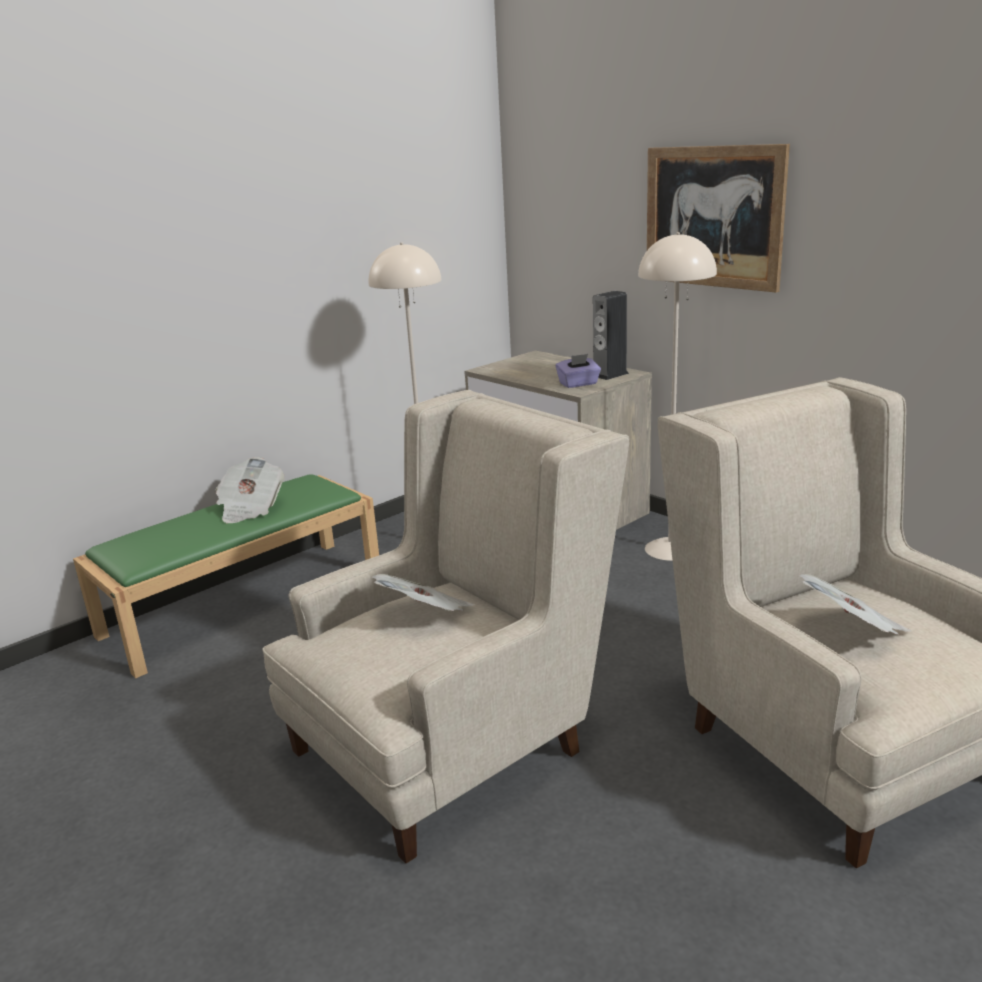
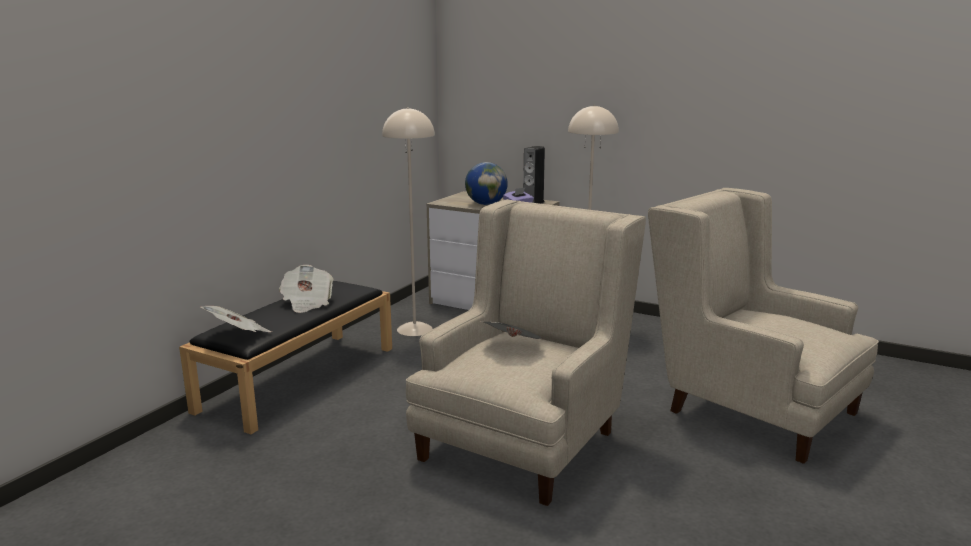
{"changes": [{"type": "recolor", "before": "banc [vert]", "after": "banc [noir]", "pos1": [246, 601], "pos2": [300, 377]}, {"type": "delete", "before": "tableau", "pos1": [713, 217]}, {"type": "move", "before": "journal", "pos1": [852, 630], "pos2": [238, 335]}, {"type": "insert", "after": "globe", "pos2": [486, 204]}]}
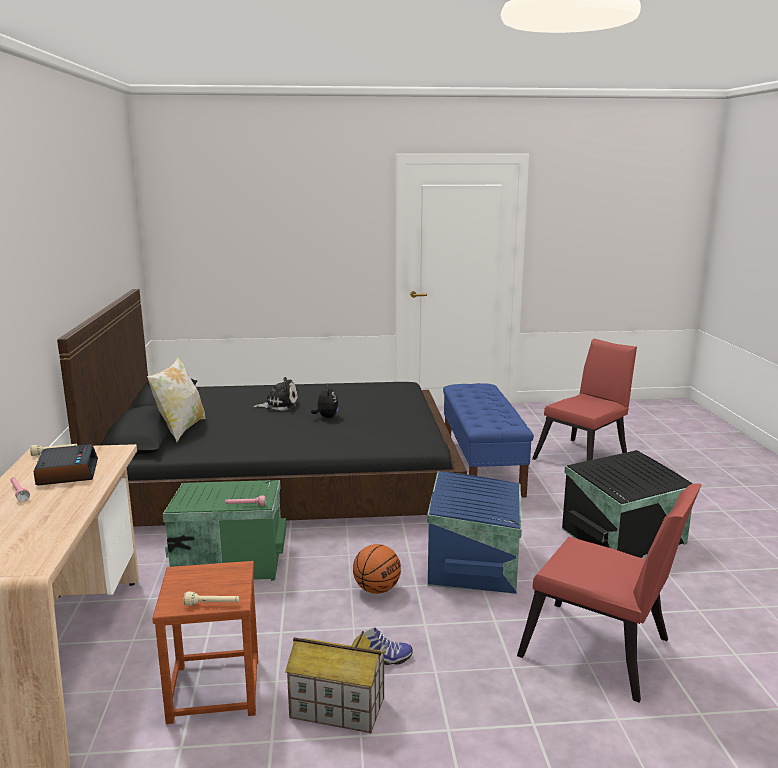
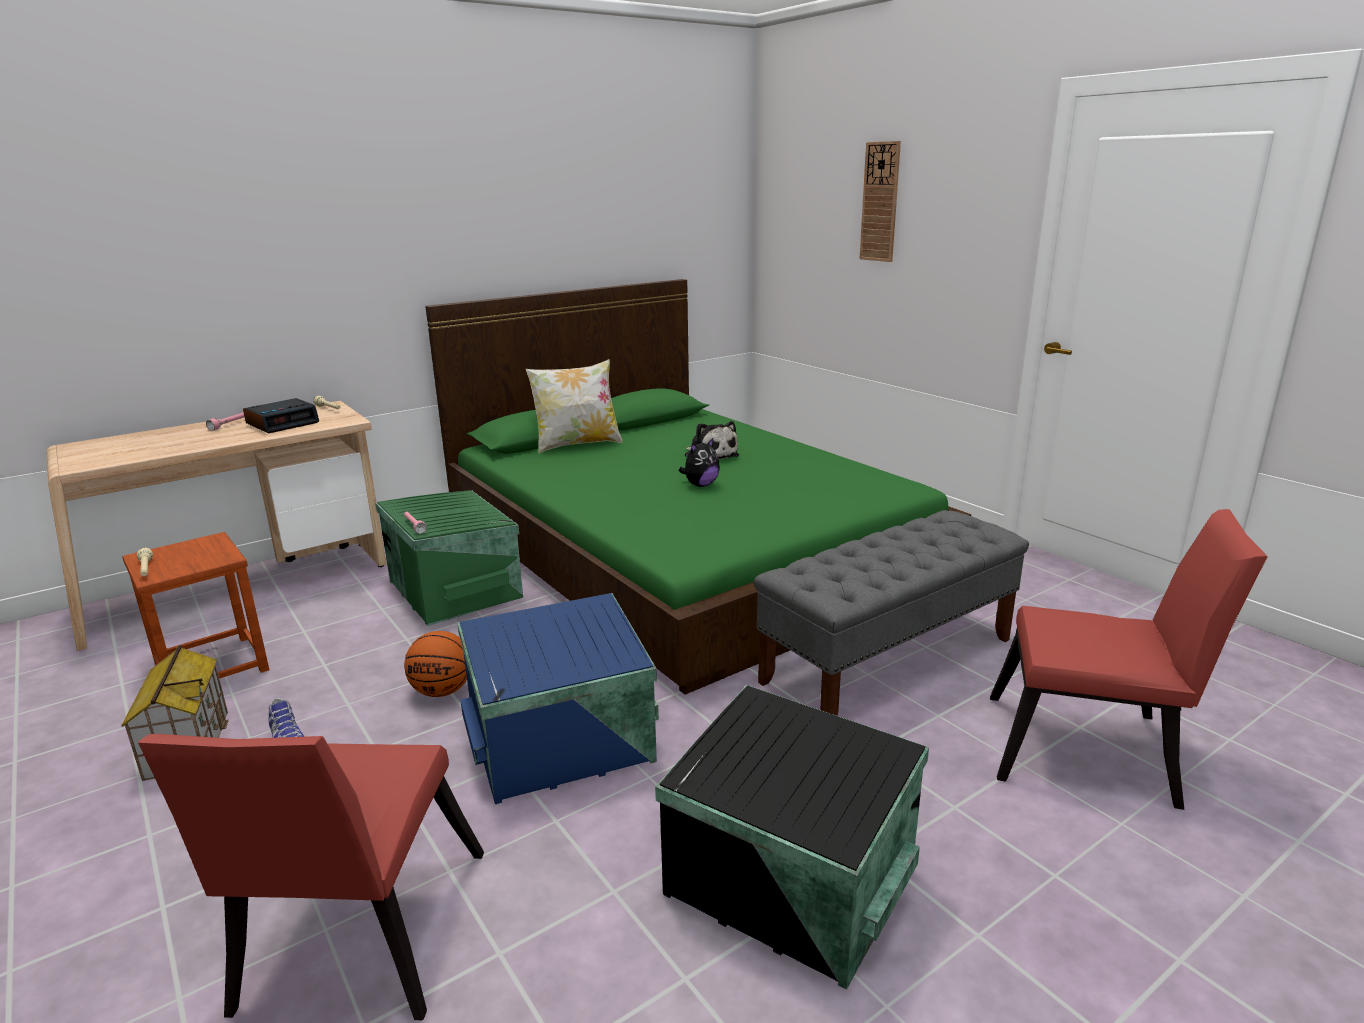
{"changes": [{"type": "recolor", "before": "lit [noir]", "after": "lit [vert]", "pos1": [283, 473], "pos2": [683, 545]}, {"type": "recolor", "before": "banc [bleu]", "after": "banc [gris]", "pos1": [481, 466], "pos2": [888, 660]}, {"type": "insert", "after": "horloge murale", "pos2": [880, 202]}]}
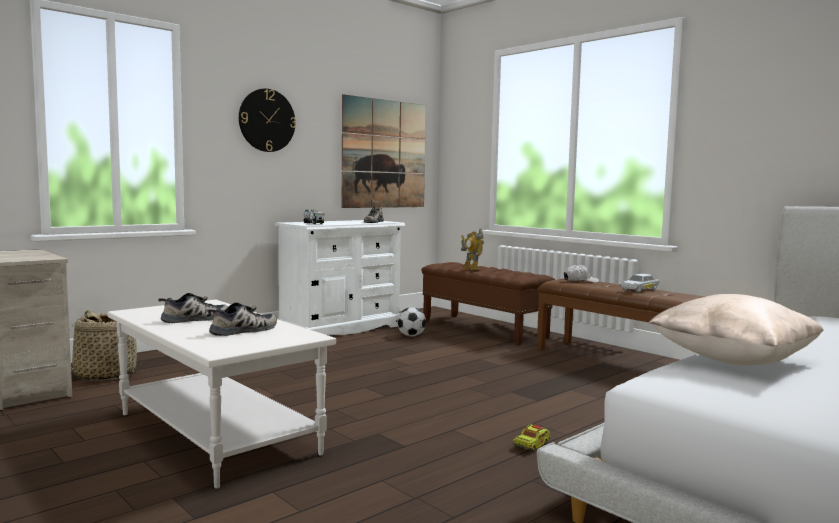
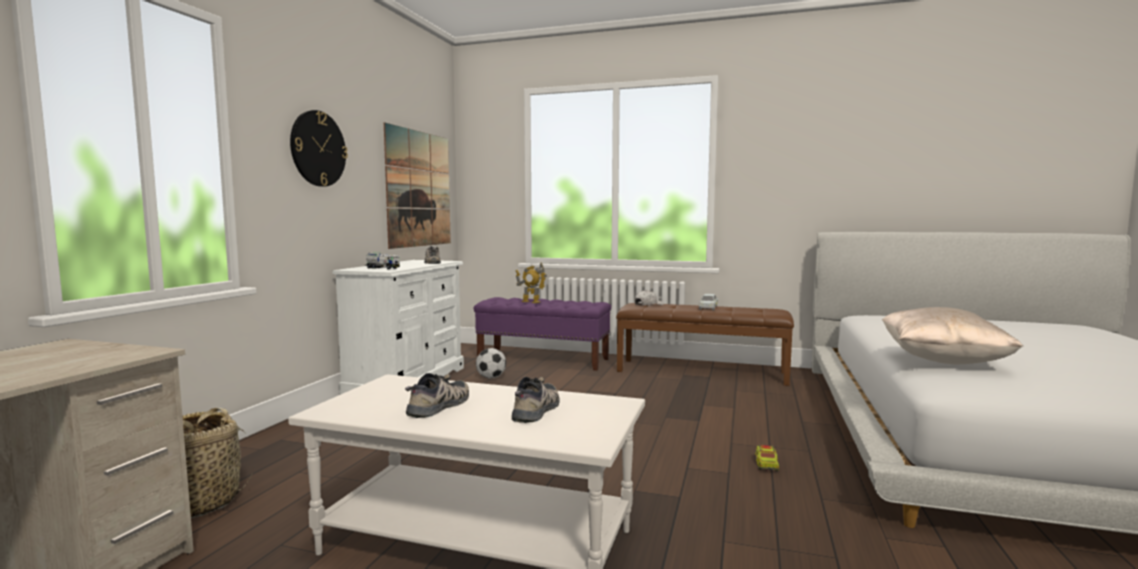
{"changes": [{"type": "recolor", "before": "banc [marron]", "after": "banc [violet]", "pos1": [483, 329], "pos2": [543, 360]}]}
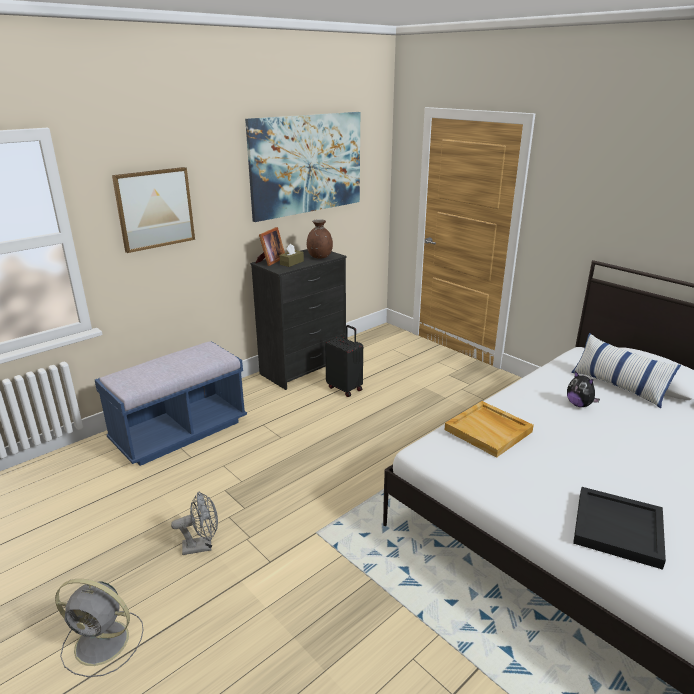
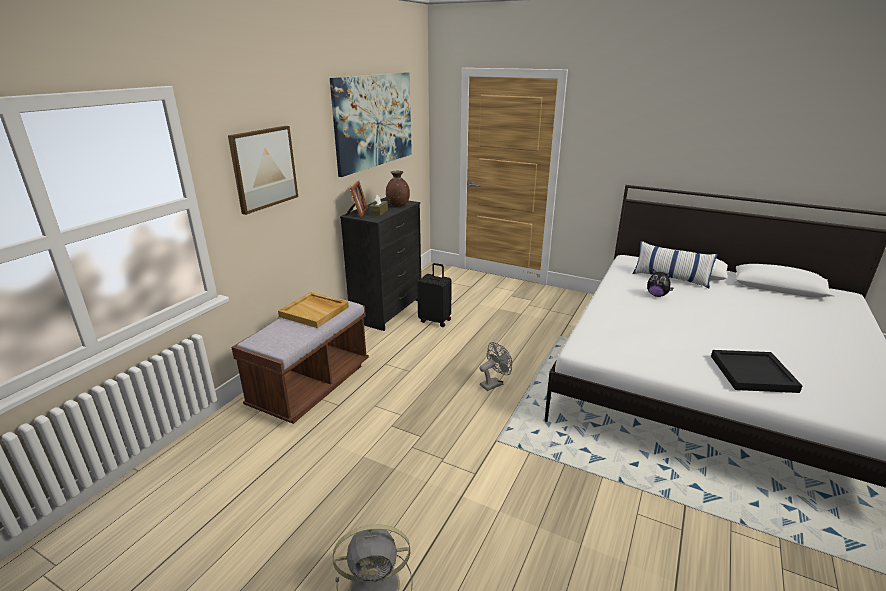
{"changes": [{"type": "recolor", "before": "banc [bleu]", "after": "banc [marron]", "pos1": [180, 432], "pos2": [311, 386]}, {"type": "move", "before": "ventilateur [gris]", "pos1": [202, 546], "pos2": [494, 383]}, {"type": "move", "before": "plateau [beige]", "pos1": [489, 431], "pos2": [315, 312]}]}
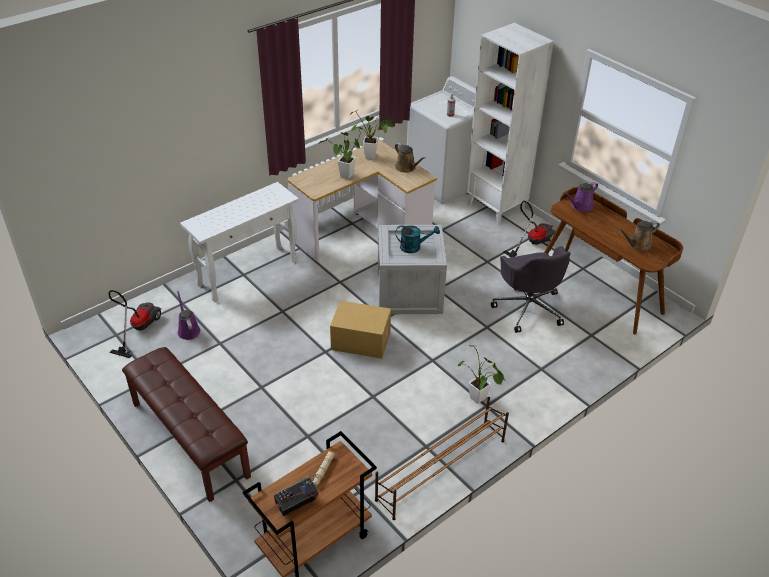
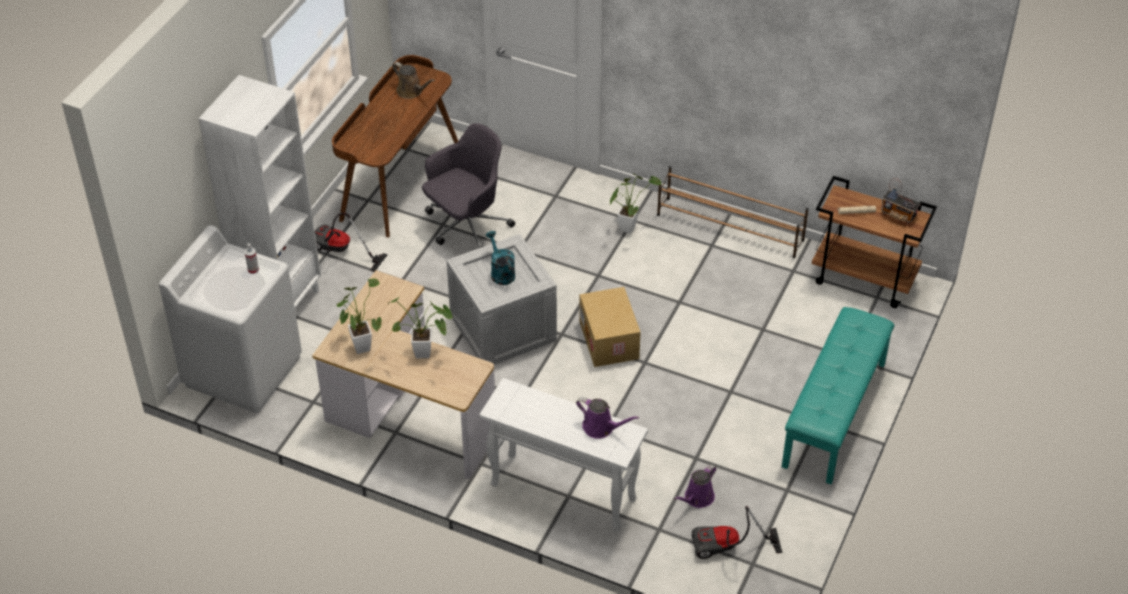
{"changes": [{"type": "recolor", "before": "banc [marron]", "after": "banc [turquoise]", "pos1": [189, 439], "pos2": [835, 415]}, {"type": "delete", "before": "arrosoir [marron]", "pos1": [407, 168]}, {"type": "move", "before": "arrosoir [violet]", "pos1": [580, 206], "pos2": [601, 427]}]}
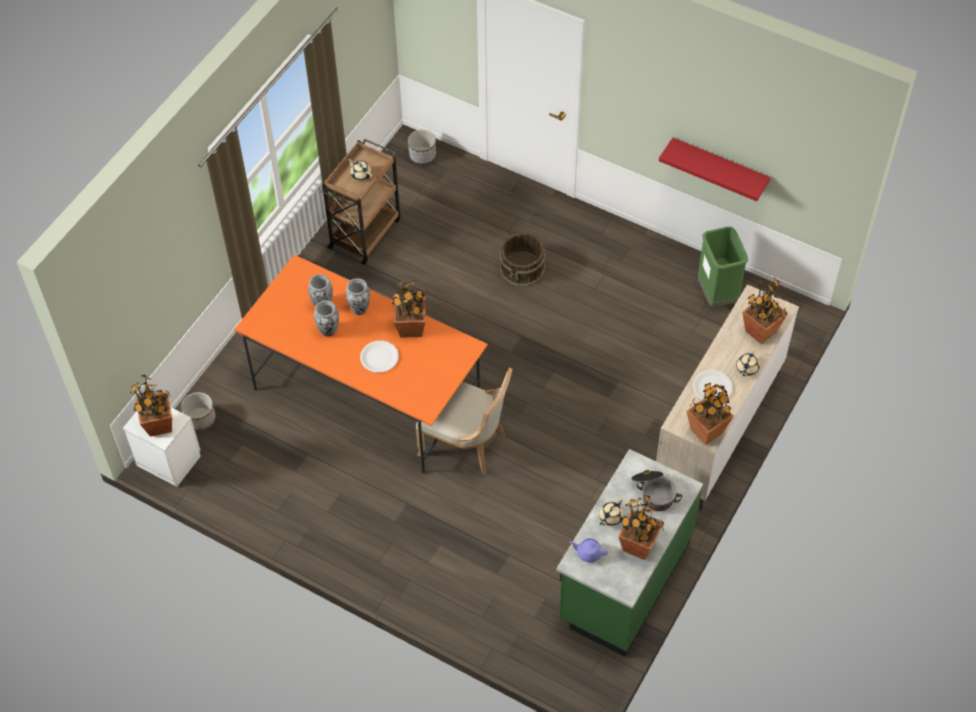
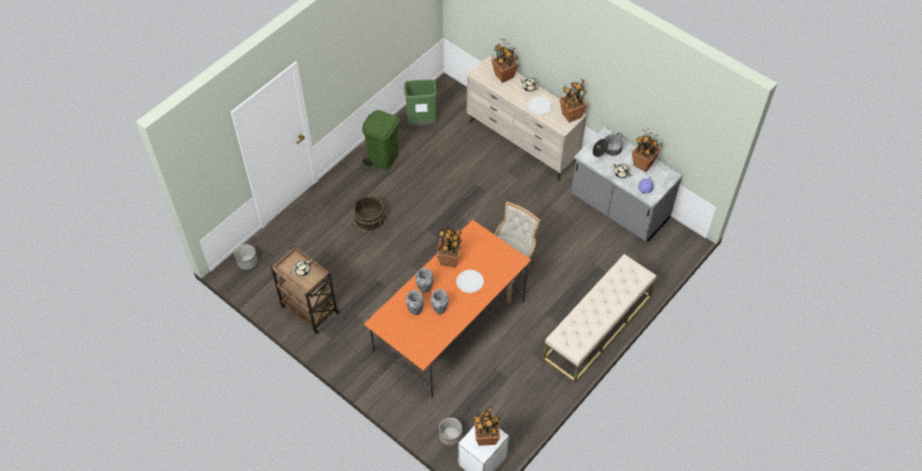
{"changes": [{"type": "recolor", "before": "comptoir de cuisine [vert]", "after": "comptoir de cuisine [gris]", "pos1": [623, 580], "pos2": [619, 208]}, {"type": "delete", "before": "étagère [rouge]", "pos1": [719, 166]}, {"type": "insert", "after": "poubelle [vert]", "pos2": [383, 158]}, {"type": "insert", "after": "banc [beige]", "pos2": [597, 327]}]}
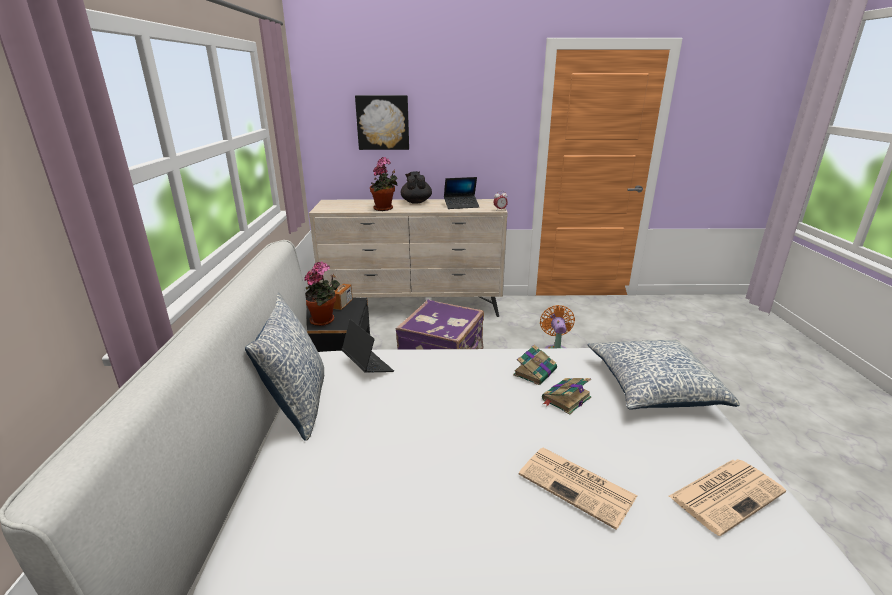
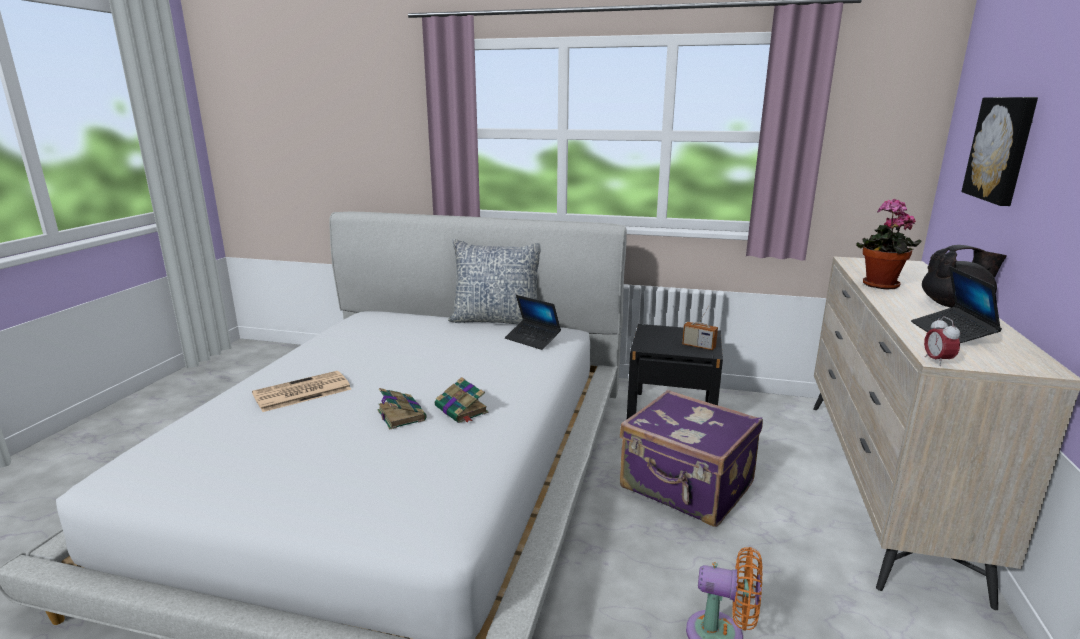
{"changes": [{"type": "delete", "before": "plante en pot", "pos1": [324, 320]}, {"type": "rotate", "before": "ordinateur portable", "pos1": [367, 365], "pos2": [532, 339], "turn": 60}, {"type": "delete", "before": "coussin", "pos1": [652, 386]}, {"type": "delete", "before": "journal", "pos1": [726, 494]}]}
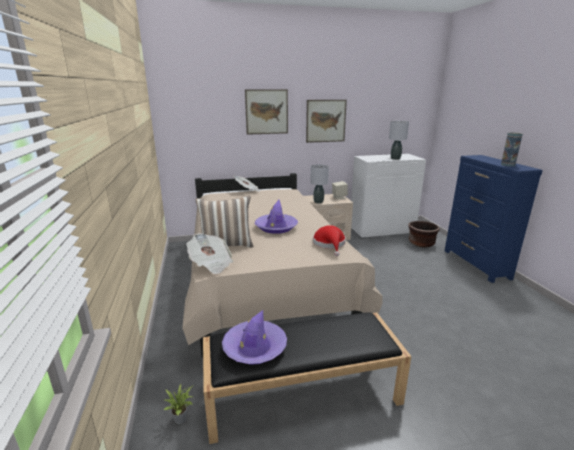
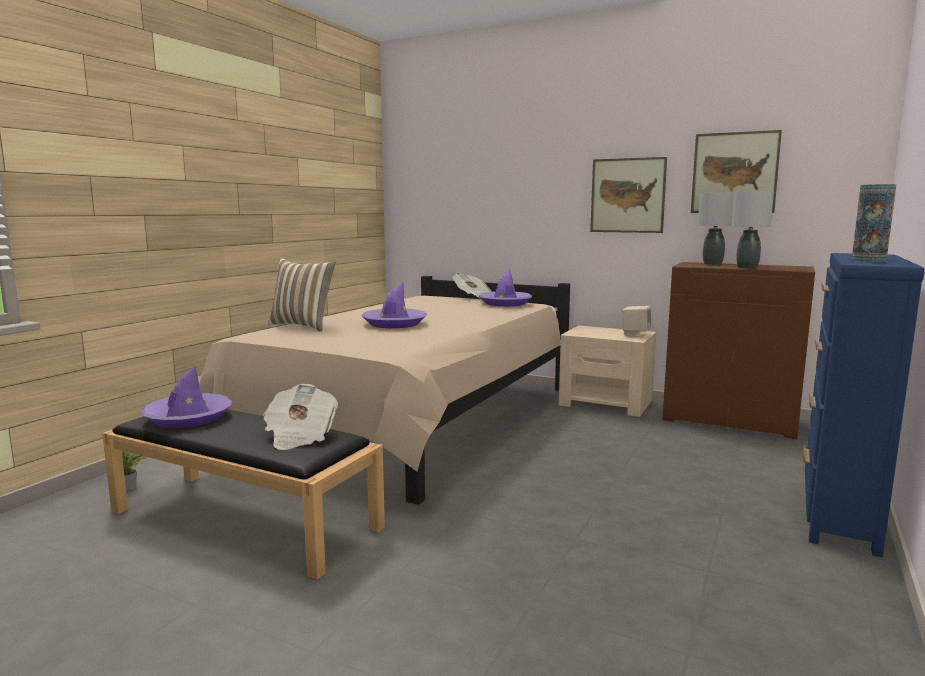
{"changes": [{"type": "move", "before": "journal", "pos1": [211, 264], "pos2": [300, 436]}, {"type": "move", "before": "tableau", "pos1": [266, 112], "pos2": [734, 173]}, {"type": "move", "before": "lampe de table [gris]", "pos1": [318, 202], "pos2": [712, 264]}, {"type": "delete", "before": "chapeau [rouge]", "pos1": [330, 244]}, {"type": "recolor", "before": "meuble de rangement [blanc]", "after": "meuble de rangement [marron]", "pos1": [381, 230], "pos2": [730, 420]}, {"type": "delete", "before": "cache-pot [marron]", "pos1": [421, 243]}, {"type": "insert", "after": "chapeau [violet]", "pos2": [505, 303]}]}
